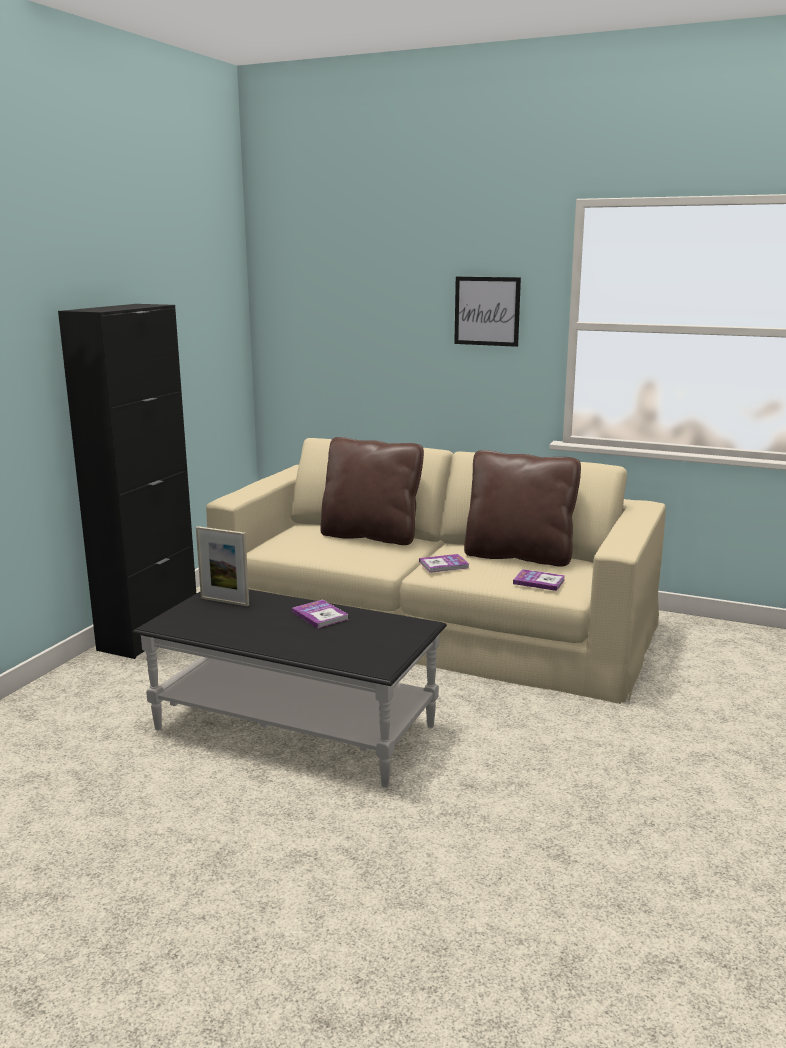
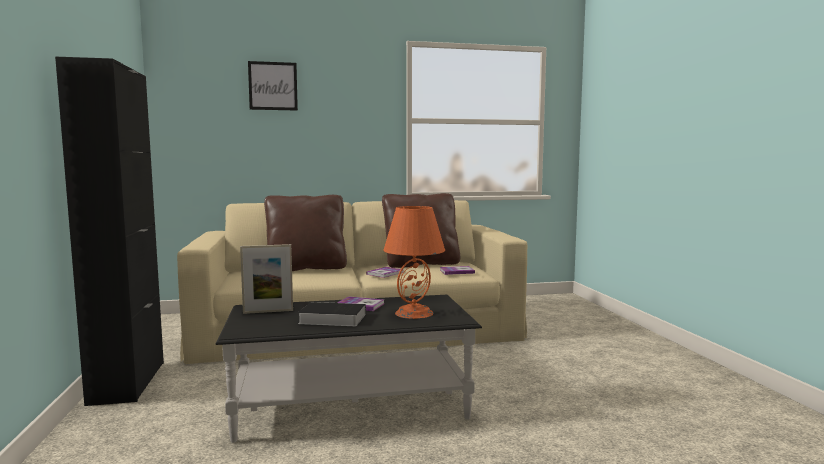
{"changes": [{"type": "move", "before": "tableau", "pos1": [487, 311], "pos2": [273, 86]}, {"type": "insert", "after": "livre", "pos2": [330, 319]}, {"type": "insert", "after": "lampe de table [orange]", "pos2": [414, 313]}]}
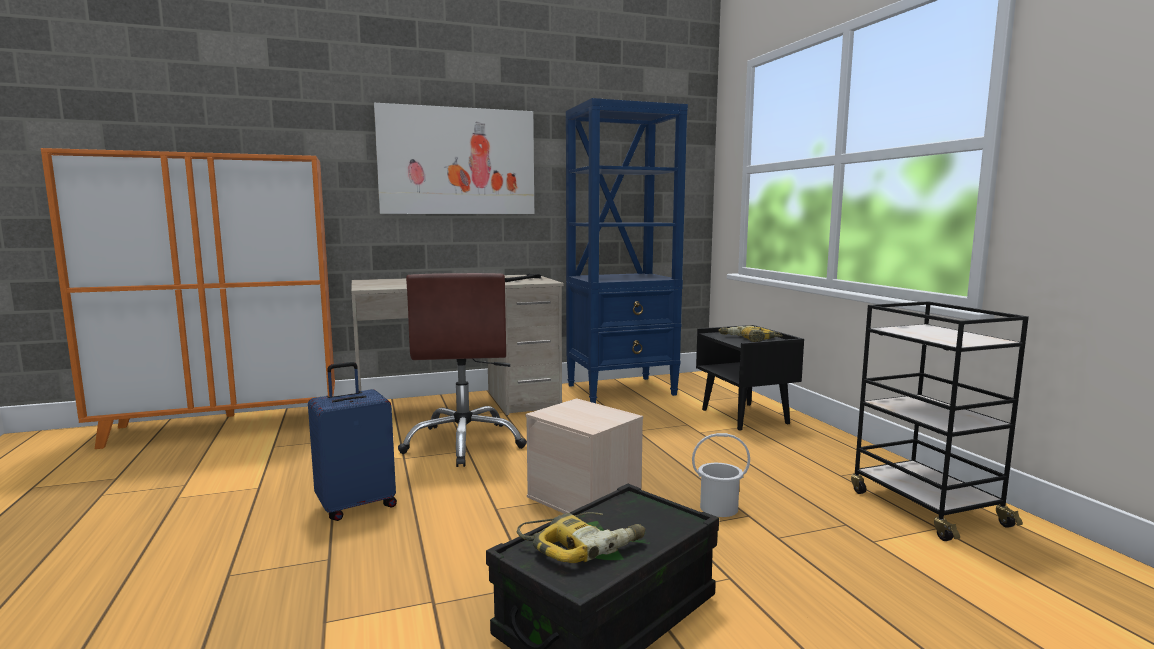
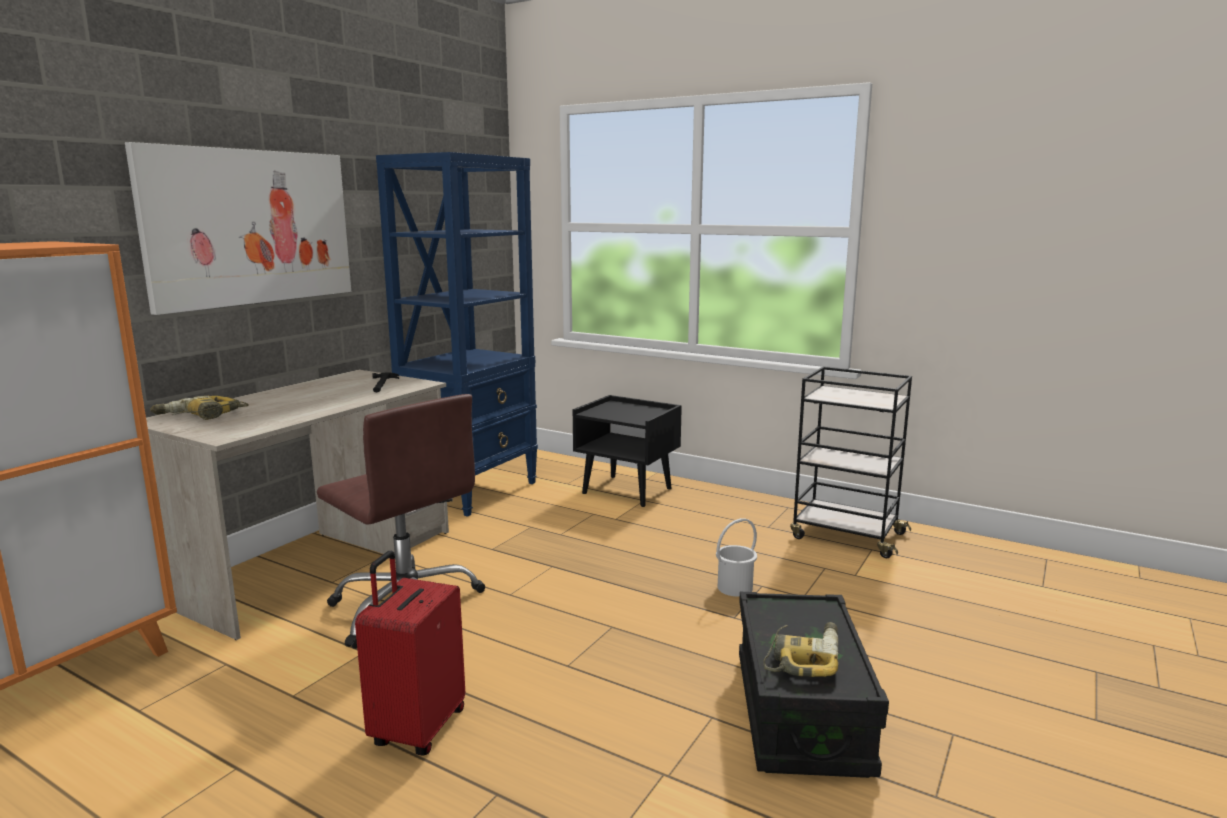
{"changes": [{"type": "recolor", "before": "valise [bleu]", "after": "valise [rouge]", "pos1": [356, 505], "pos2": [417, 728]}, {"type": "delete", "before": "boîte de rangement [beige]", "pos1": [585, 498]}, {"type": "move", "before": "perceuse", "pos1": [749, 339], "pos2": [200, 416]}]}
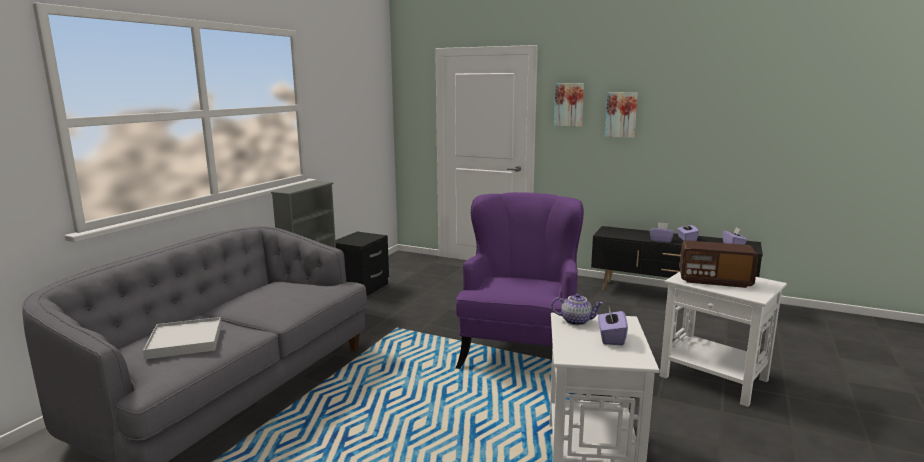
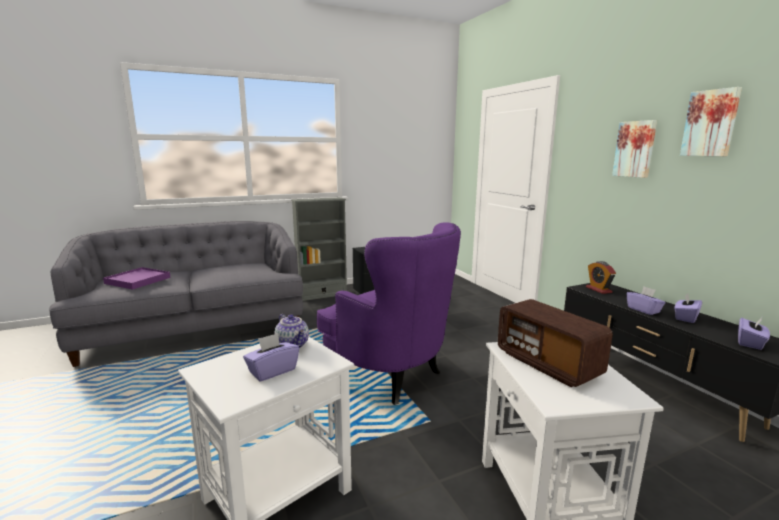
{"changes": [{"type": "recolor", "before": "plateau [blanc]", "after": "plateau [violet]", "pos1": [185, 341], "pos2": [137, 280]}, {"type": "rotate", "before": "fauteuil [violet]", "pos1": [519, 353], "pos2": [392, 376], "turn": 75}, {"type": "move", "before": "tableau", "pos1": [569, 104], "pos2": [710, 123]}, {"type": "insert", "after": "réveil", "pos2": [598, 289]}]}
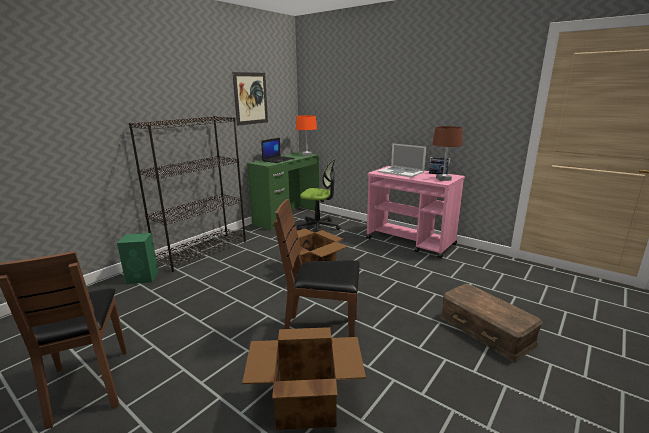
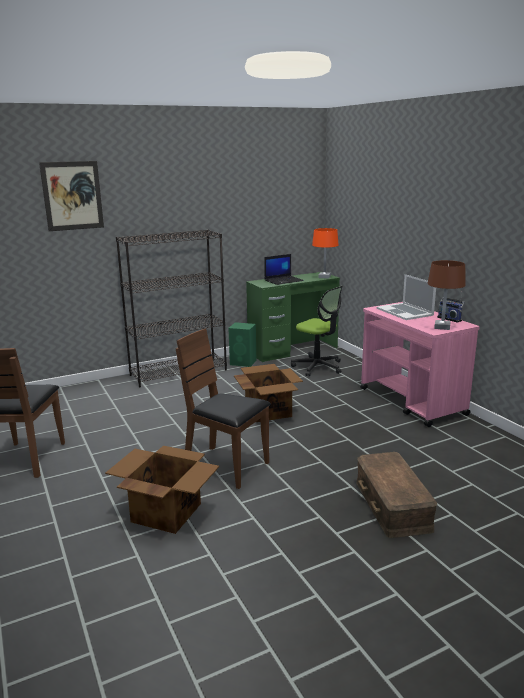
{"changes": [{"type": "move", "before": "enceinte [vert]", "pos1": [143, 277], "pos2": [243, 362]}, {"type": "move", "before": "tableau", "pos1": [251, 98], "pos2": [72, 196]}]}
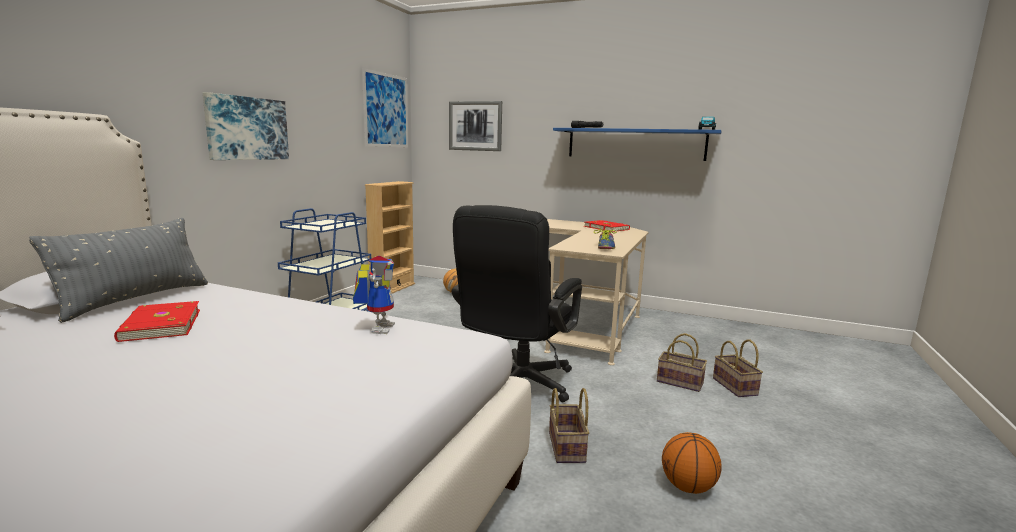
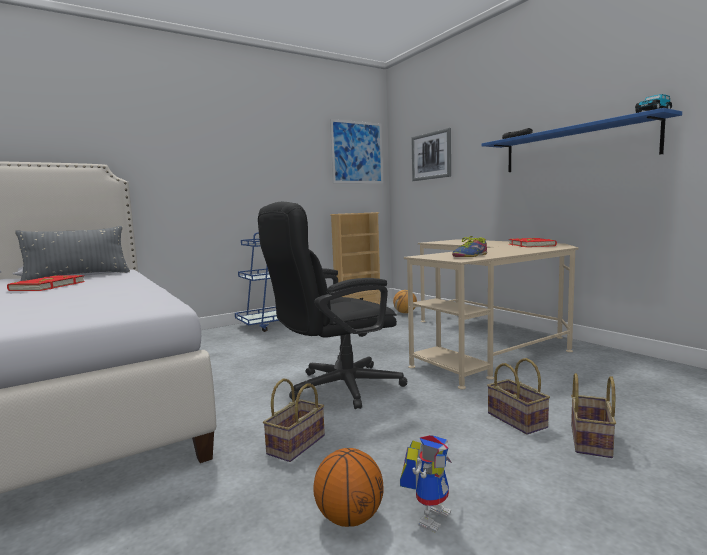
{"changes": [{"type": "delete", "before": "tableau", "pos1": [247, 128]}, {"type": "move", "before": "robot jouet", "pos1": [378, 327], "pos2": [430, 514]}]}
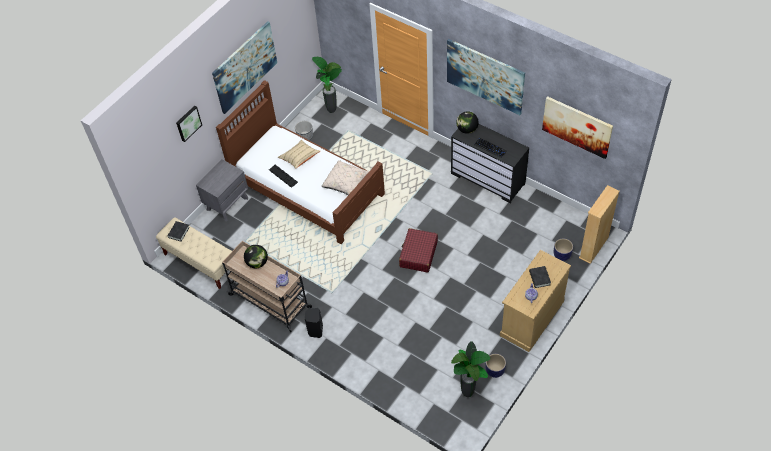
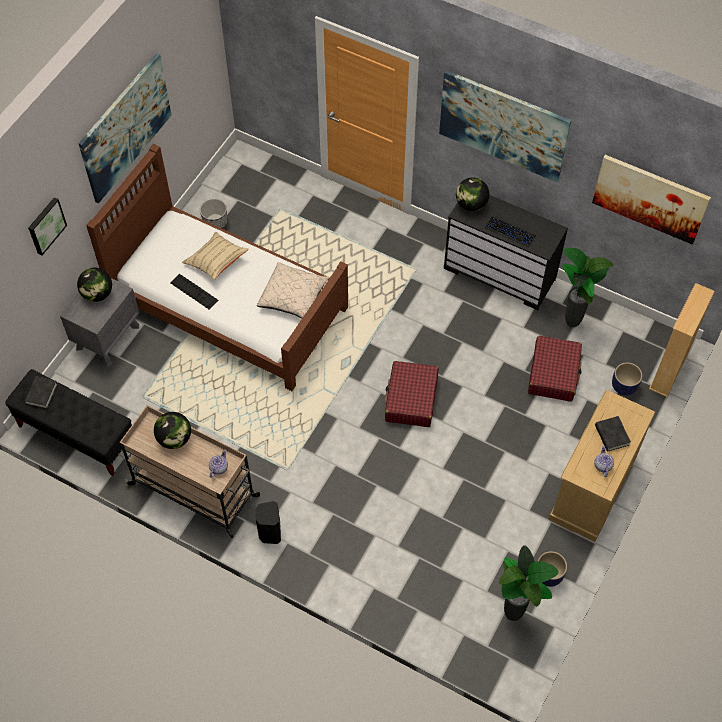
{"changes": [{"type": "recolor", "before": "banc [beige]", "after": "banc [noir]", "pos1": [200, 262], "pos2": [77, 435]}, {"type": "move", "before": "plante en pot", "pos1": [331, 110], "pos2": [571, 322]}, {"type": "insert", "after": "globe", "pos2": [97, 294]}, {"type": "insert", "after": "valise [rouge]", "pos2": [553, 373]}]}
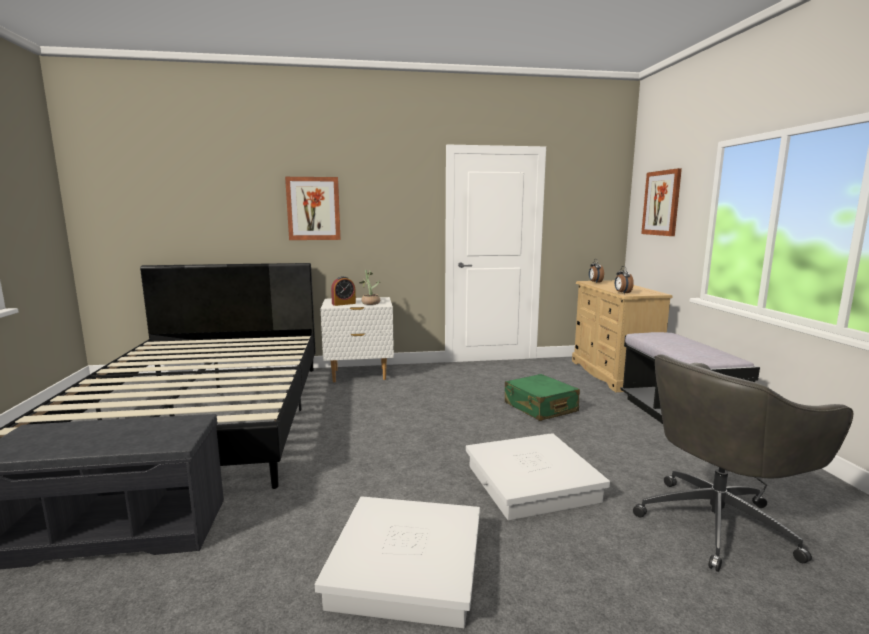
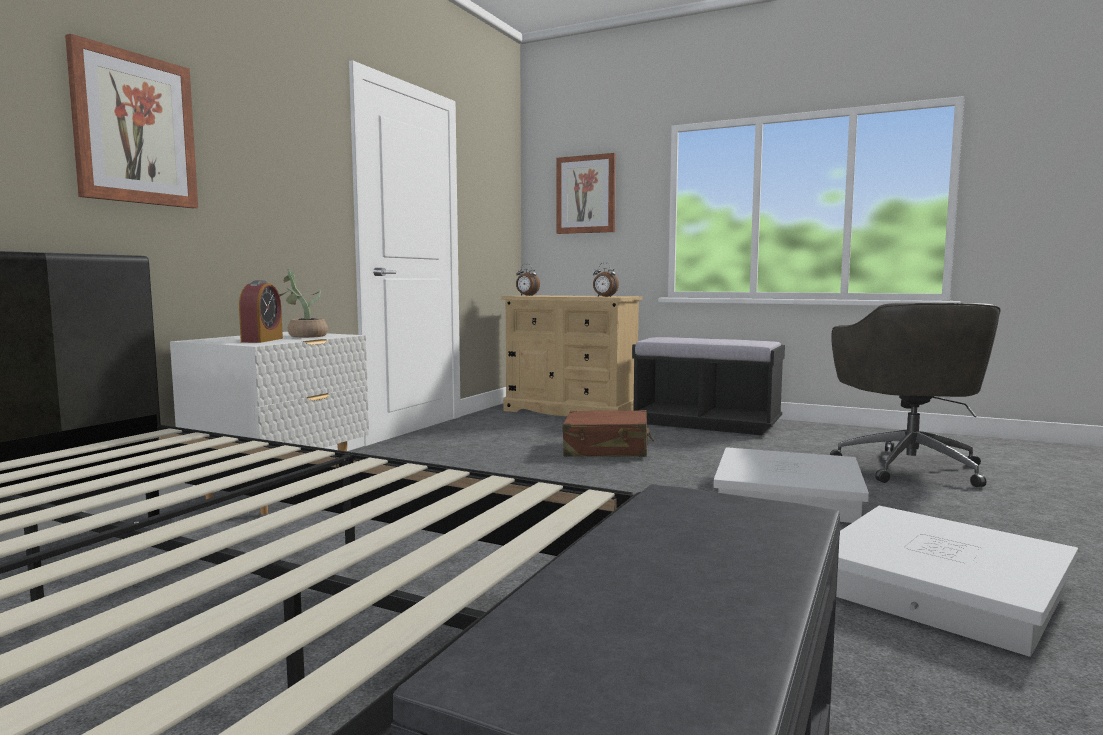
{"changes": [{"type": "recolor", "before": "valise [vert]", "after": "valise [marron]", "pos1": [540, 407], "pos2": [607, 449]}]}
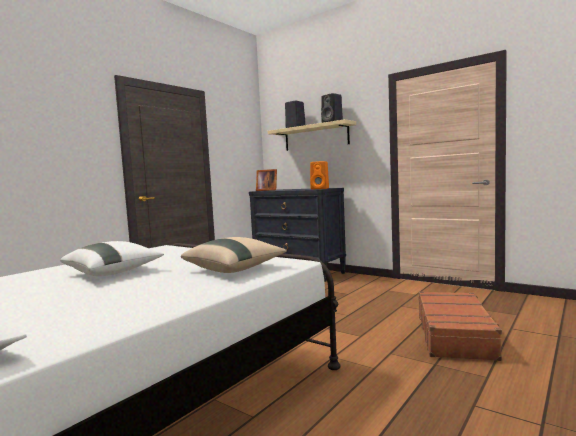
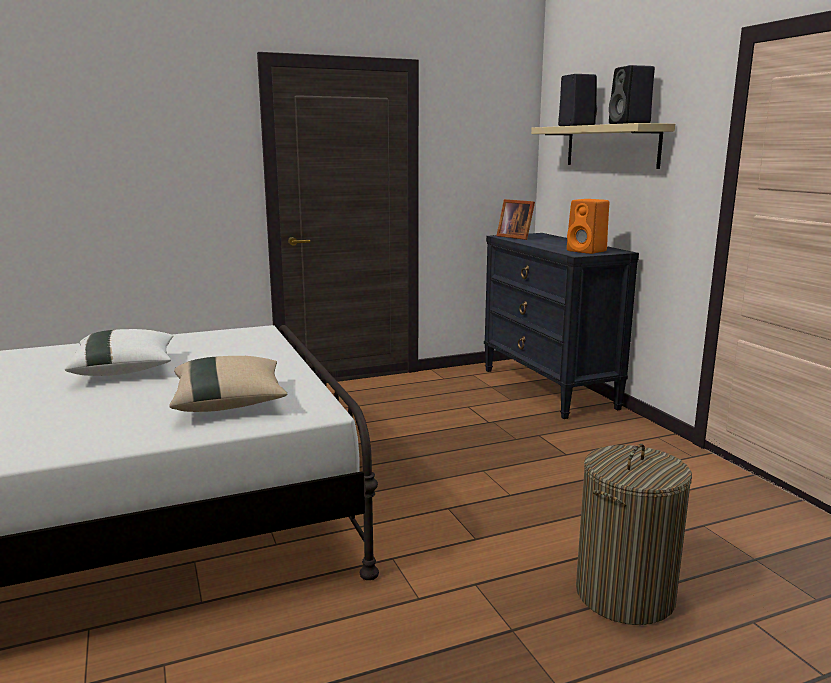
{"changes": [{"type": "replace", "before": "valise [marron]", "after": "panier à linge", "pos1": [455, 335], "pos2": [624, 594]}]}
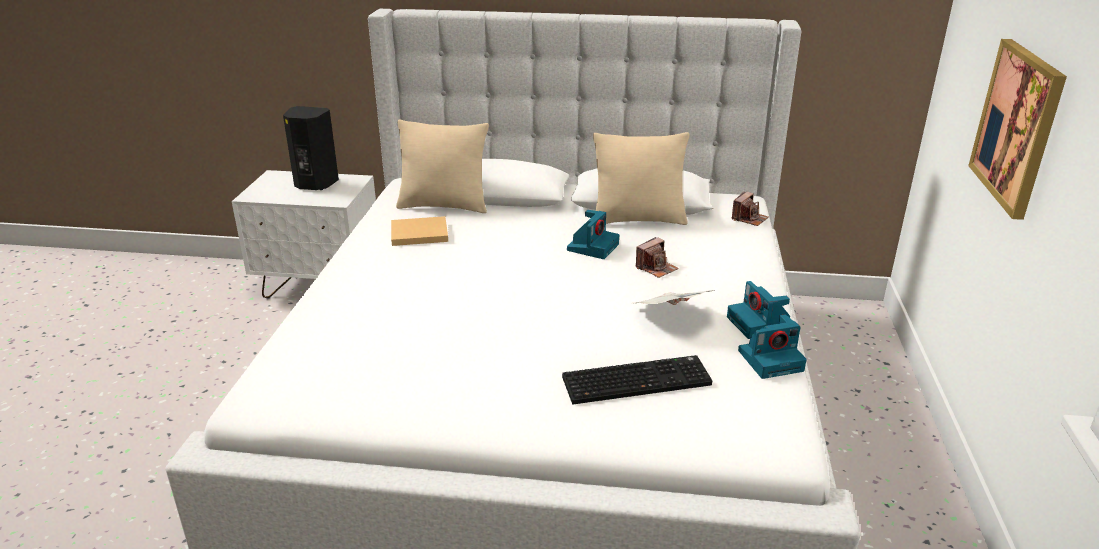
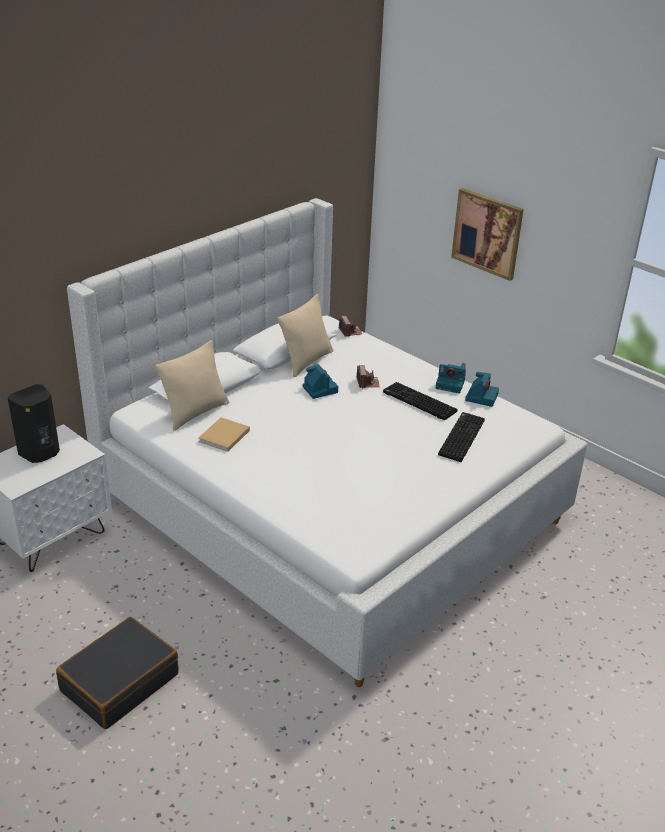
{"changes": [{"type": "replace", "before": "journal", "after": "clavier", "pos1": [671, 316], "pos2": [418, 402]}, {"type": "insert", "after": "valise [noir]", "pos2": [119, 682]}]}
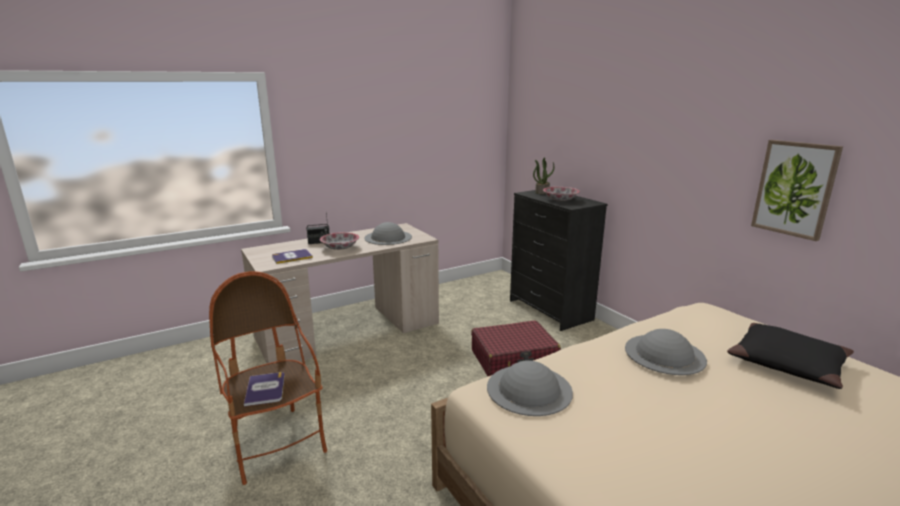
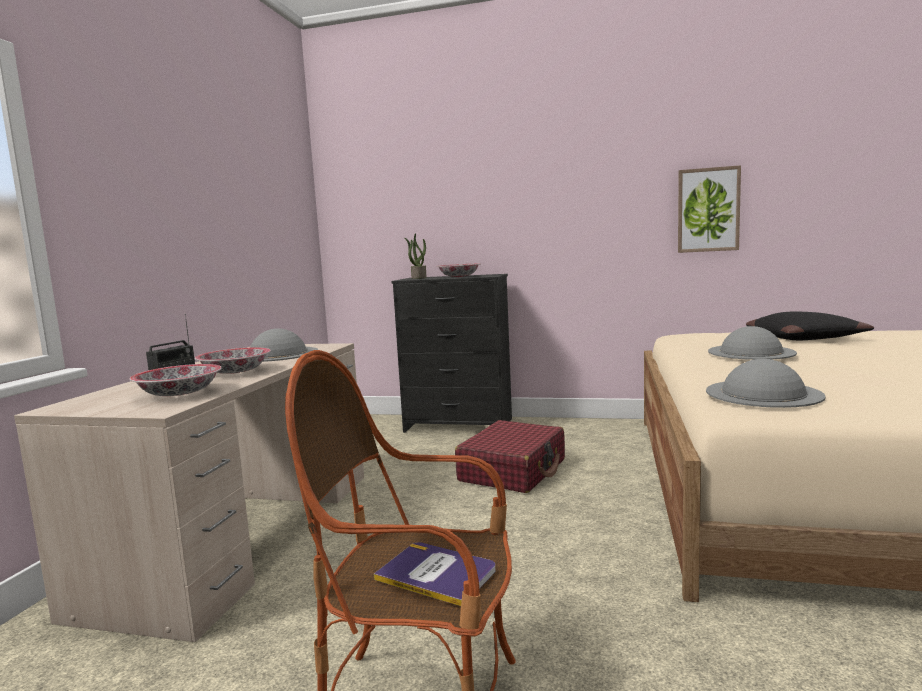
{"changes": [{"type": "replace", "before": "livre", "after": "bol", "pos1": [292, 257], "pos2": [178, 394]}]}
